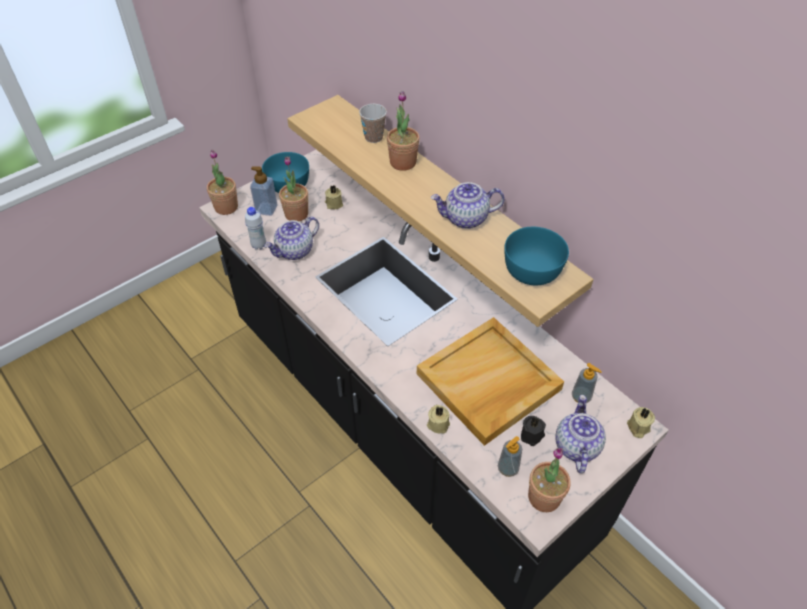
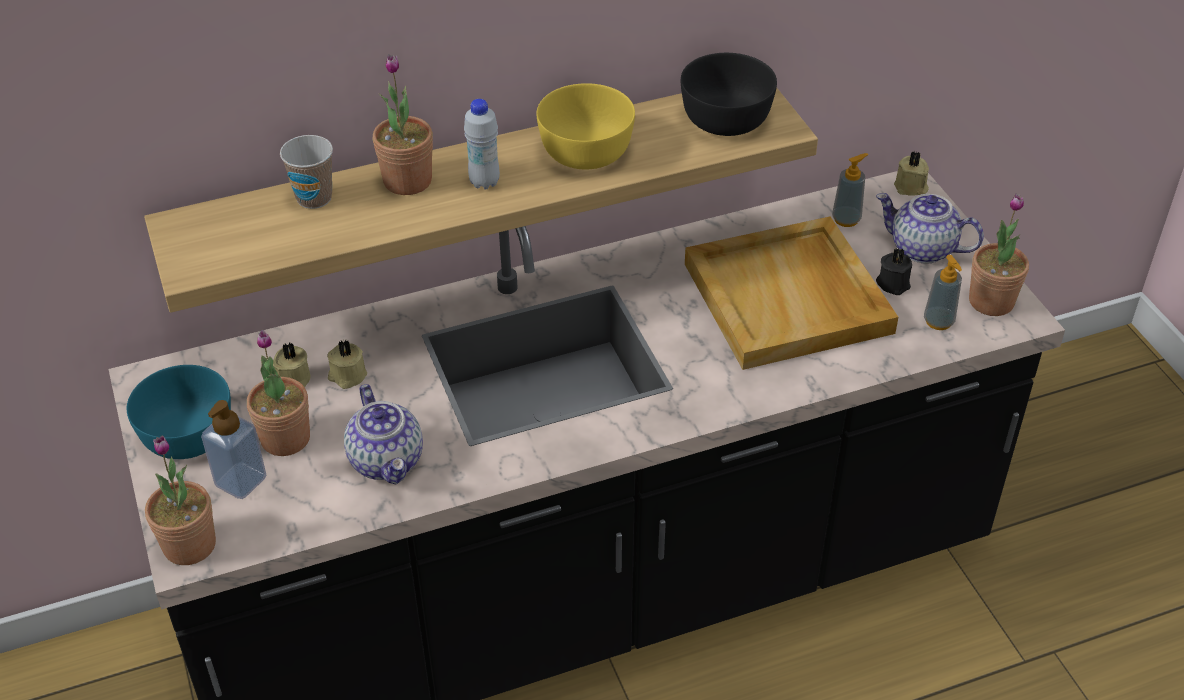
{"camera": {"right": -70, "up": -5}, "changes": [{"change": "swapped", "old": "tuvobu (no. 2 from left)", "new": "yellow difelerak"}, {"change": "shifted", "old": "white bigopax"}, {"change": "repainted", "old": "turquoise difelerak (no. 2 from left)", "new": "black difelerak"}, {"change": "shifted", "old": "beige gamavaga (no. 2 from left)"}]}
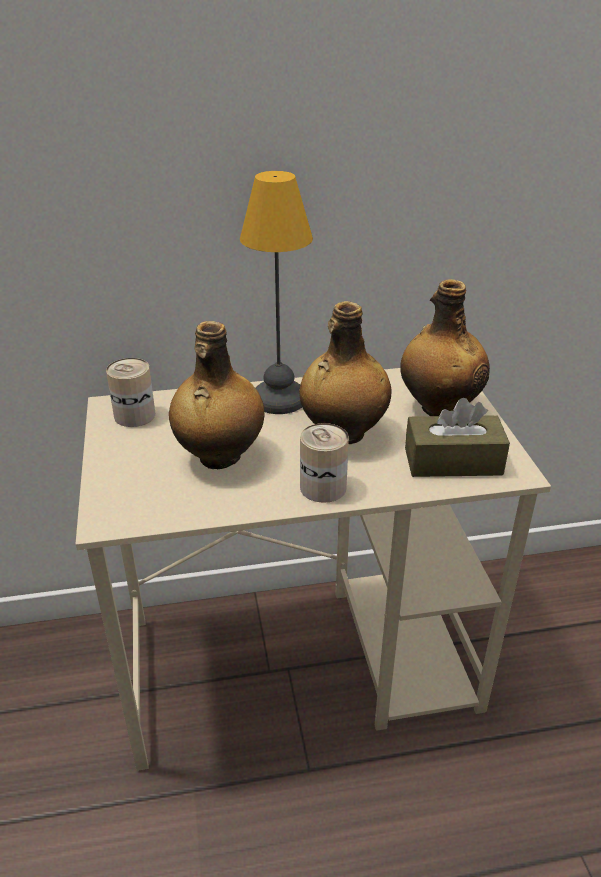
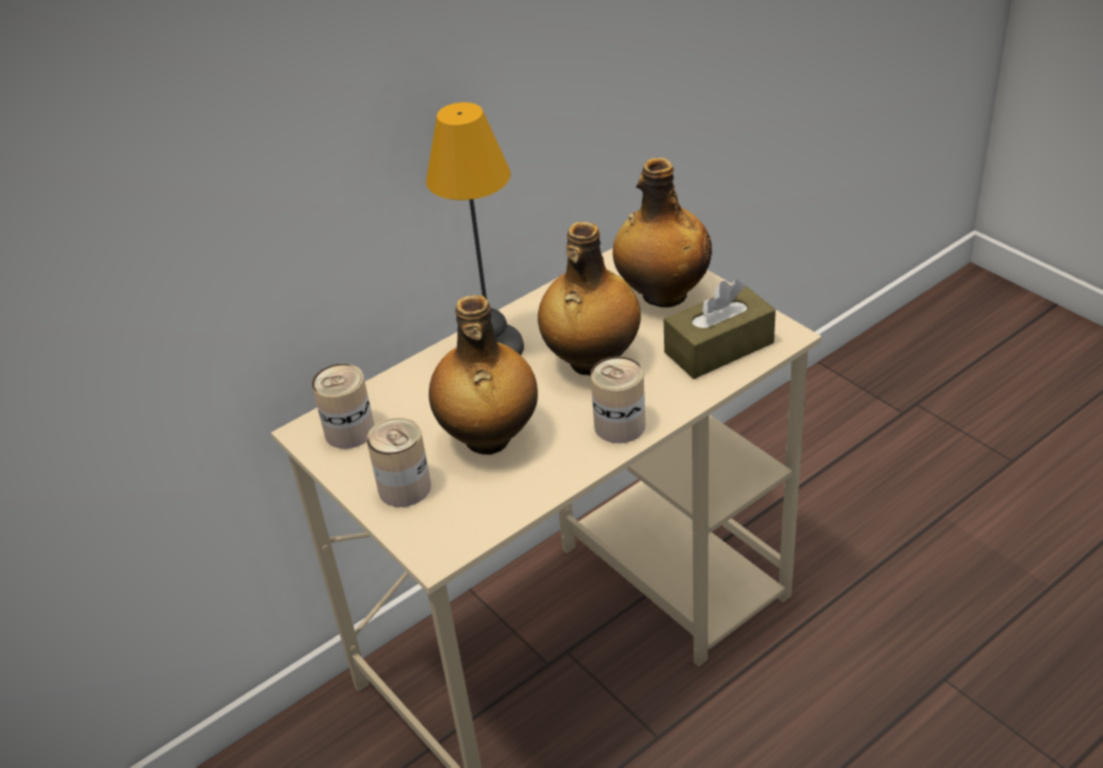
{"camera": {"right": -25, "up": 5}, "changes": [{"change": "new", "new": "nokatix (no. 2 from left)"}]}
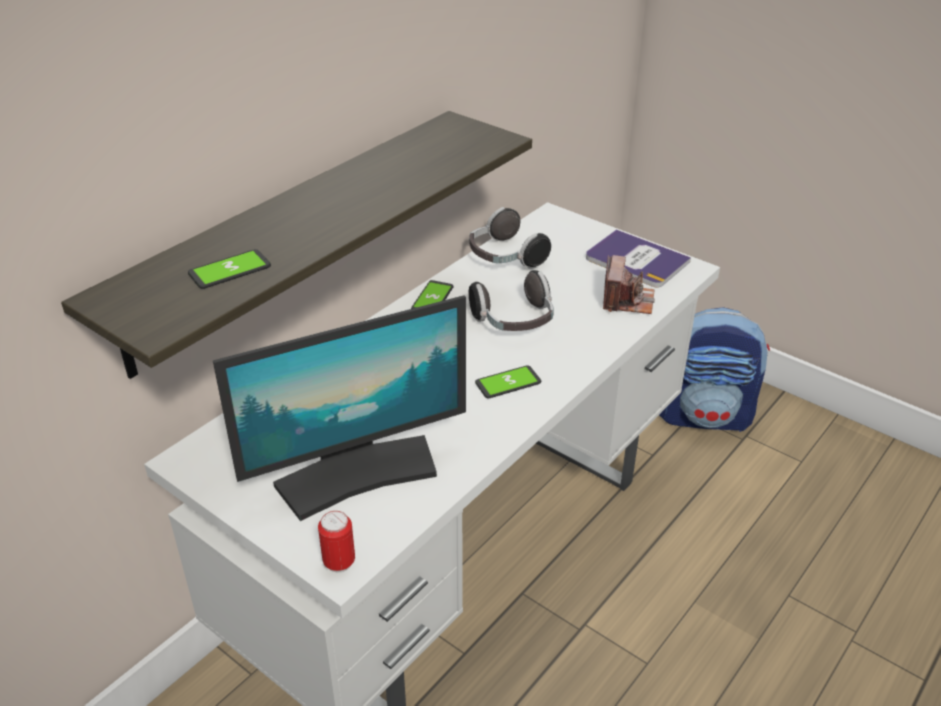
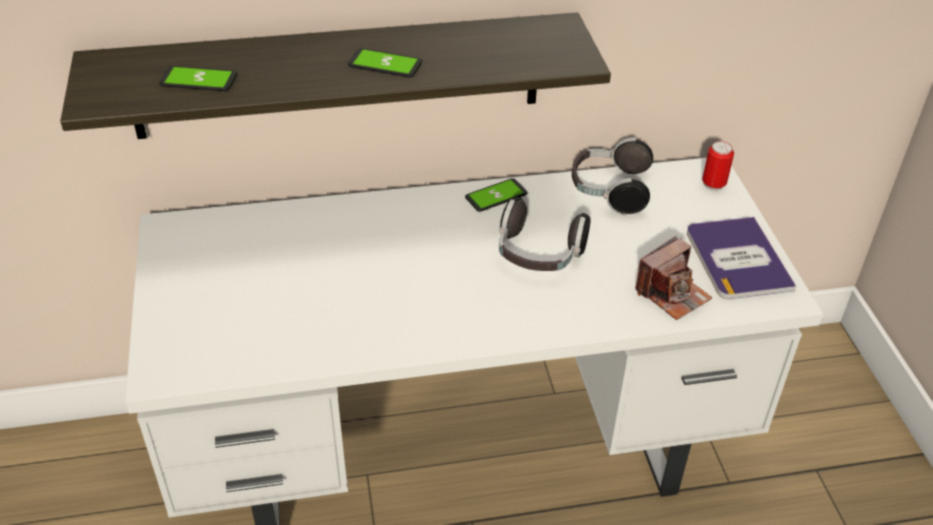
{"camera": {"right": 40, "up": 5}, "changes": [{"change": "gone", "old": "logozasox"}, {"change": "gone", "old": "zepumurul"}, {"change": "shifted", "old": "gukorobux (no. 3 from left in the first image)", "new": "gukorobux (no. 2 from left)"}, {"change": "shifted", "old": "nokatix"}]}
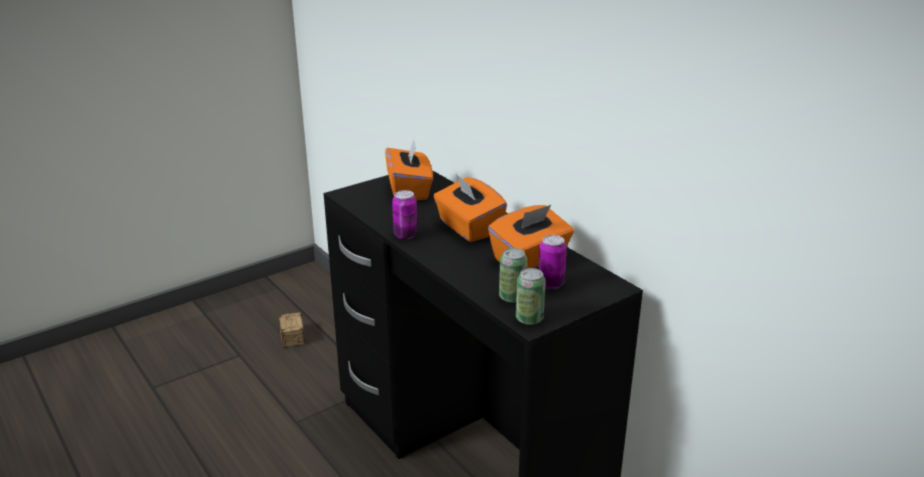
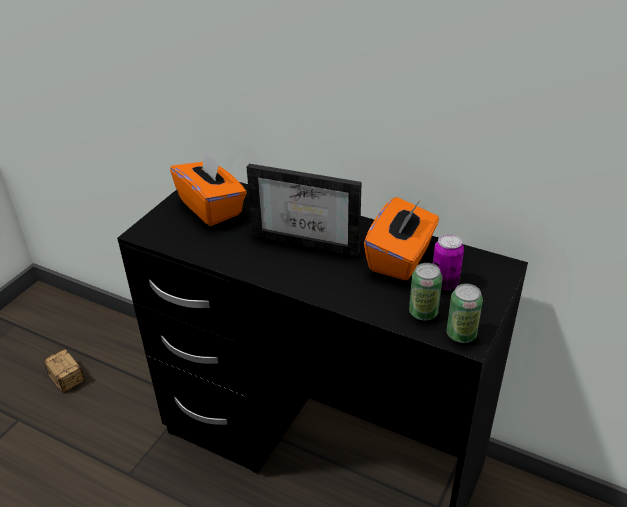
{"camera": {"right": -25, "up": 10}, "changes": [{"change": "swapped", "old": "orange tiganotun (no. 2 from left)", "new": "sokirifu"}, {"change": "gone", "old": "nokatix (no. 1 from left)"}]}
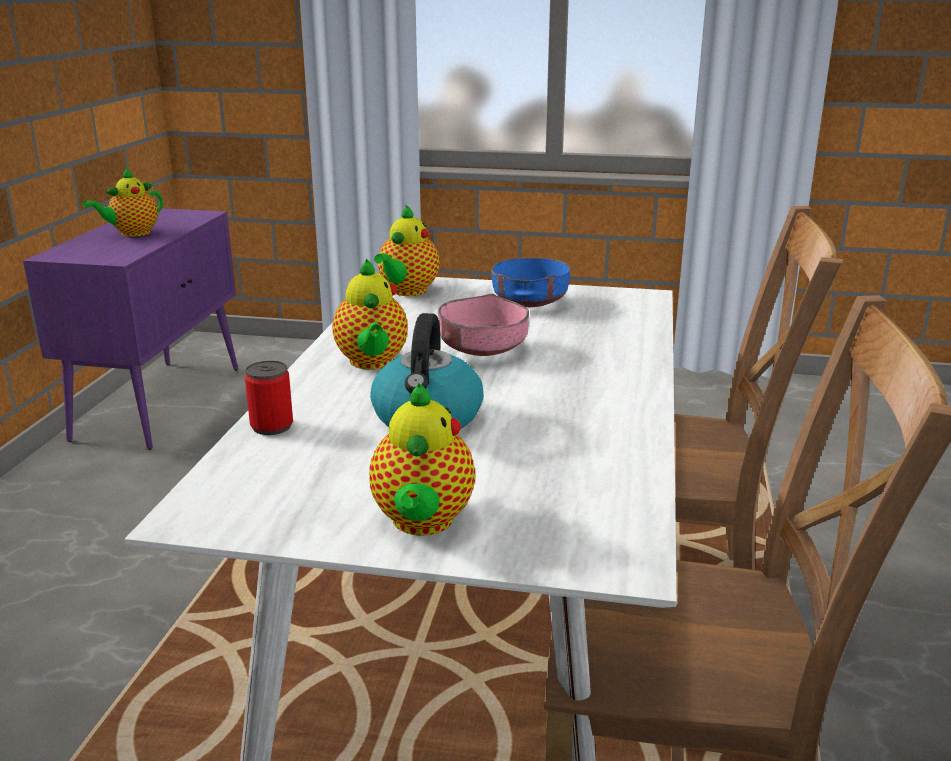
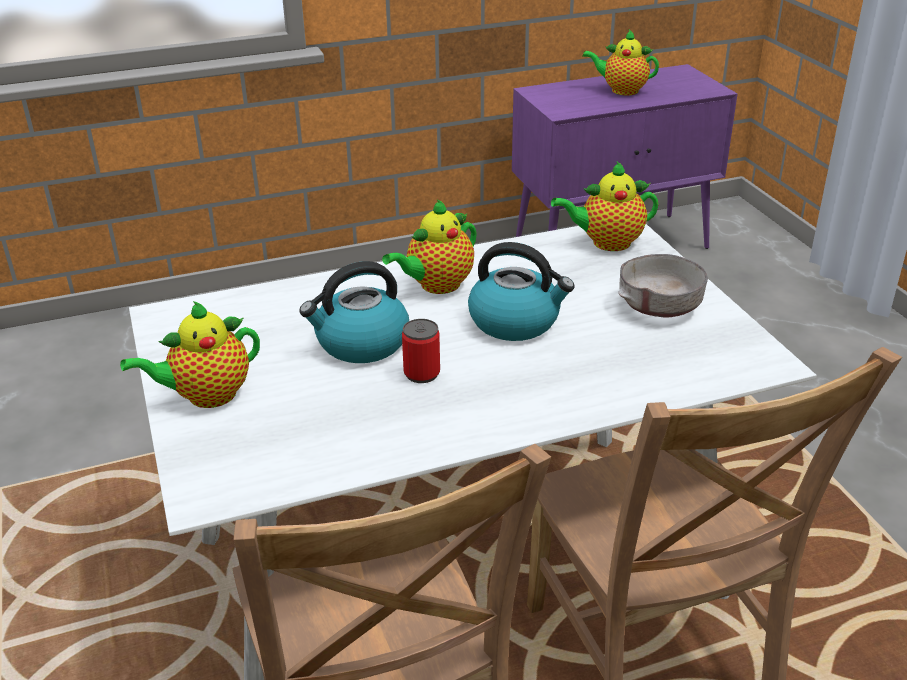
{"camera": {"right": 60, "up": 10}, "changes": [{"change": "repainted", "old": "blue difelerak", "new": "grey difelerak"}, {"change": "swapped", "old": "pink difelerak", "new": "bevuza (no. 2 from left)"}, {"change": "shifted", "old": "nokatix"}]}
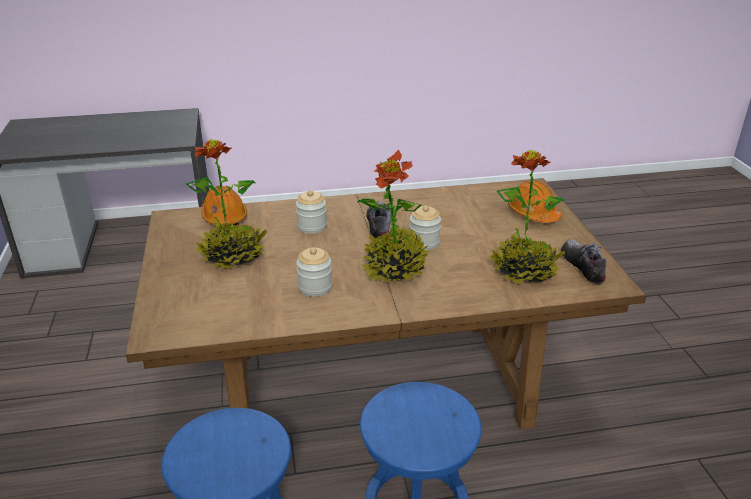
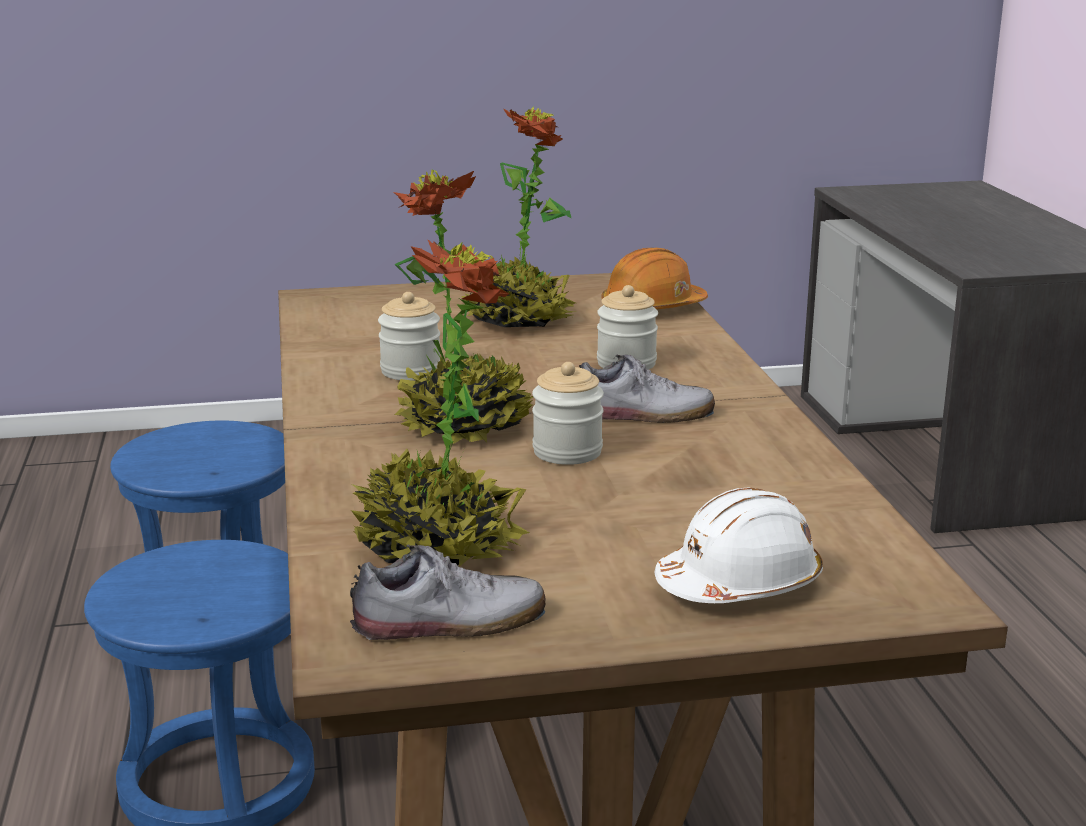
{"camera": {"right": 90, "up": -10}, "changes": [{"change": "repainted", "old": "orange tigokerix (no. 2 from left)", "new": "white tigokerix"}]}
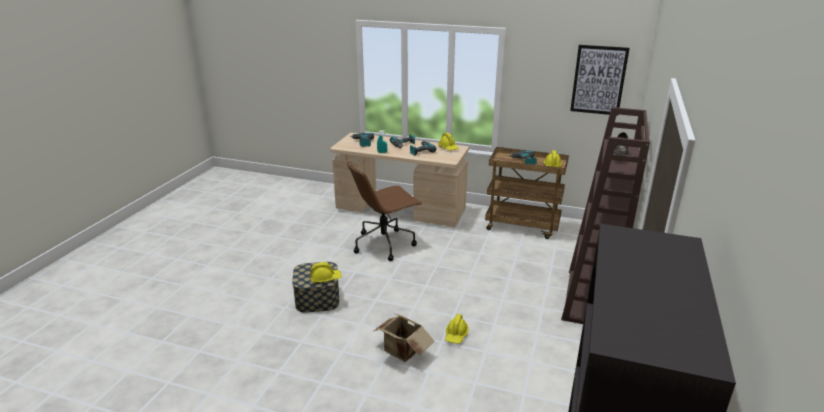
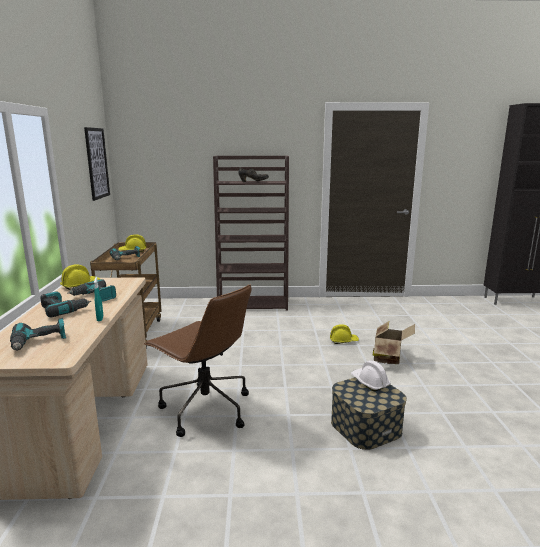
{"camera": {"right": -110, "up": -10}, "changes": [{"change": "repainted", "old": "yellow tigokerix (no. 1 from left)", "new": "white tigokerix"}]}
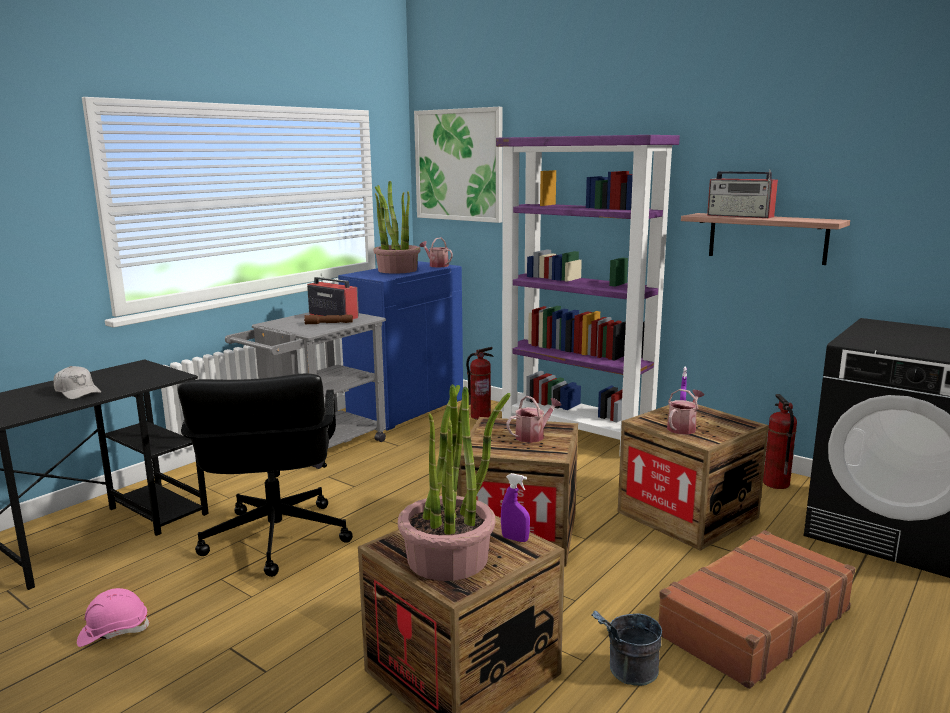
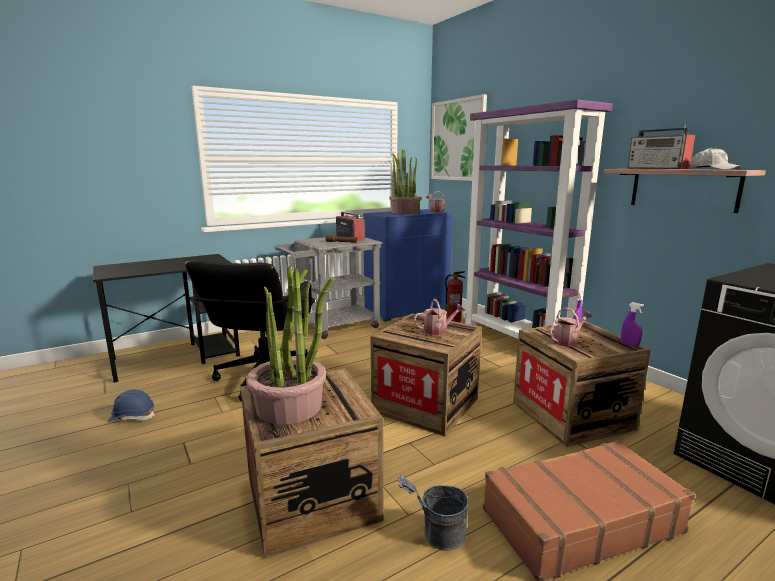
{"camera": {"right": 20, "up": 0}, "changes": [{"change": "shifted", "old": "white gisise"}, {"change": "gone", "old": "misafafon (no. 2 from left)"}, {"change": "shifted", "old": "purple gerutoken (no. 1 from left in the first image)", "new": "purple gerutoken (no. 2 from left)"}, {"change": "repainted", "old": "pink tigokerix", "new": "blue tigokerix"}]}
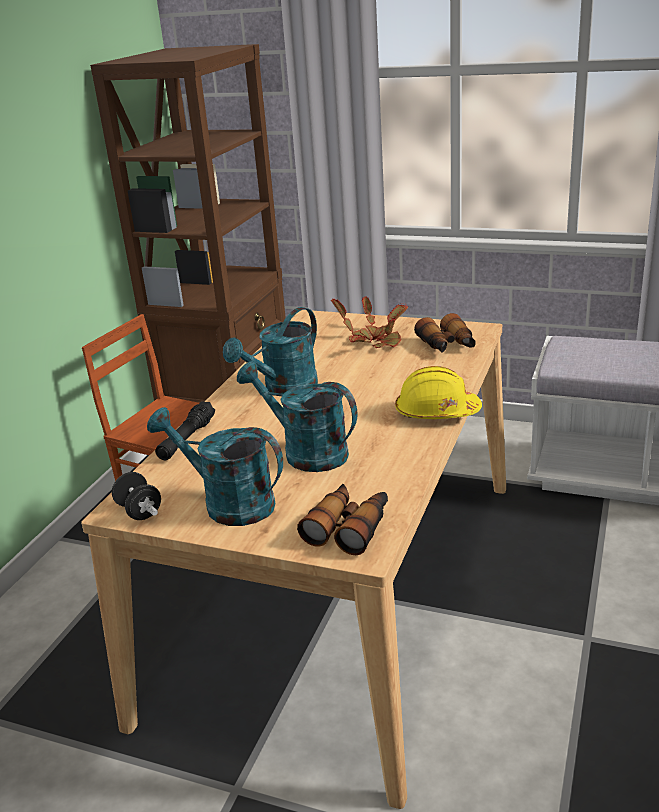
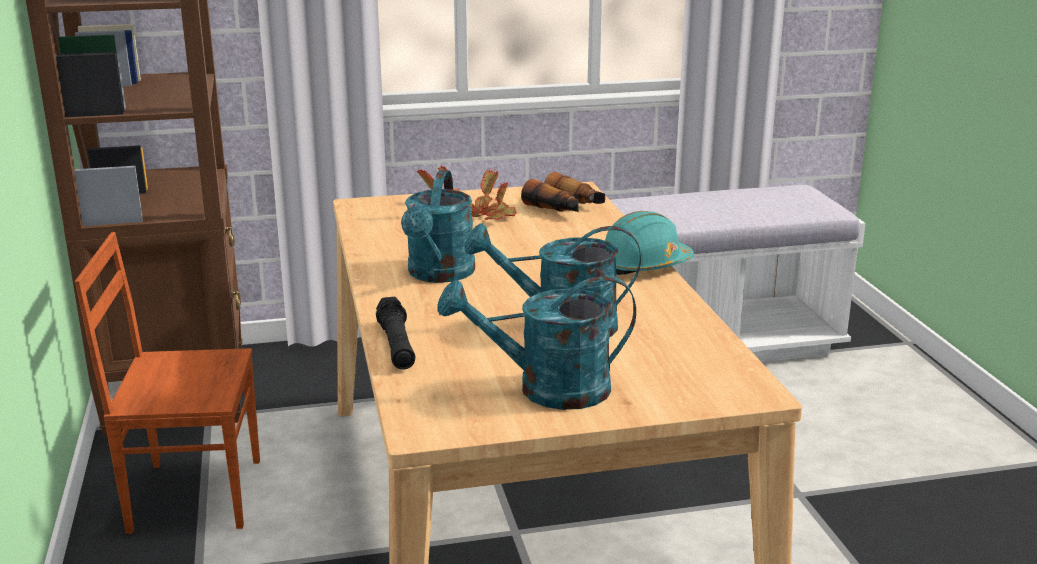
{"camera": {"right": -35, "up": -5}, "changes": [{"change": "repainted", "old": "yellow tigokerix", "new": "turquoise tigokerix"}, {"change": "gone", "old": "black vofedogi"}, {"change": "gone", "old": "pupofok (no. 1 from left)"}]}
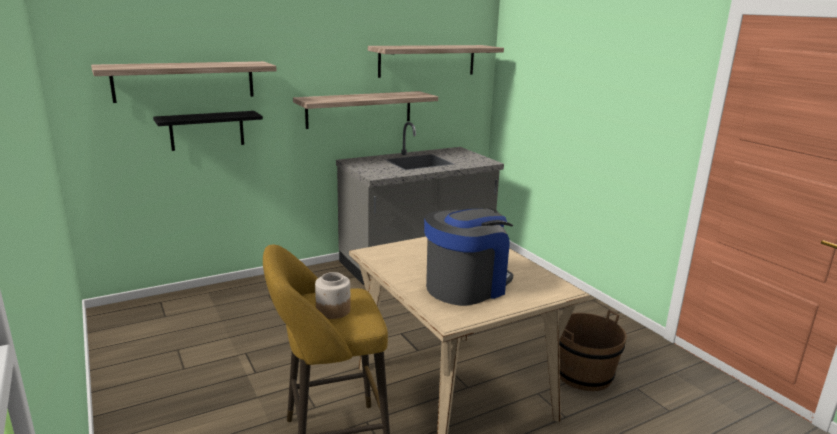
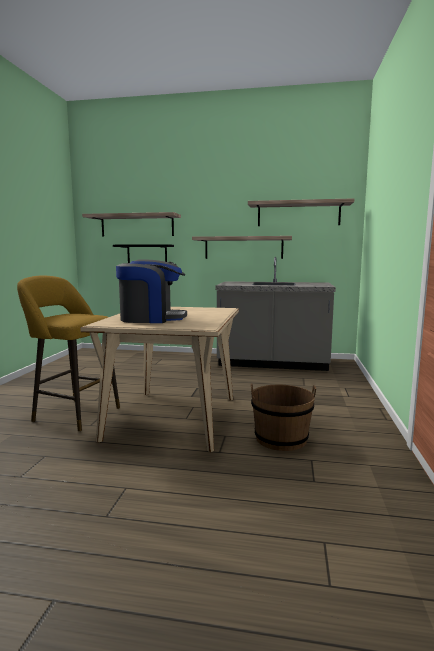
{"camera": {"right": 40, "up": -10}, "changes": [{"change": "gone", "old": "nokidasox"}]}
